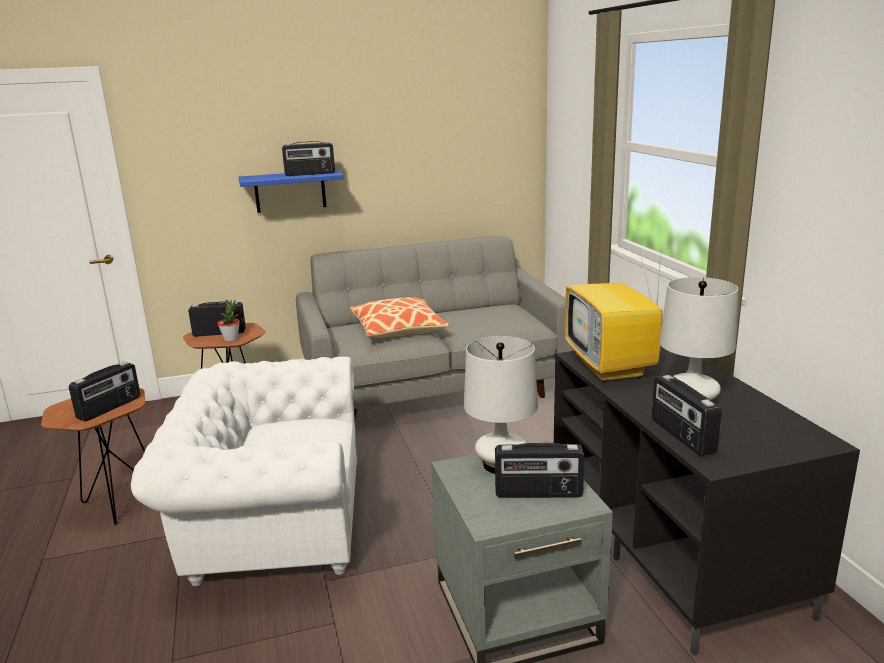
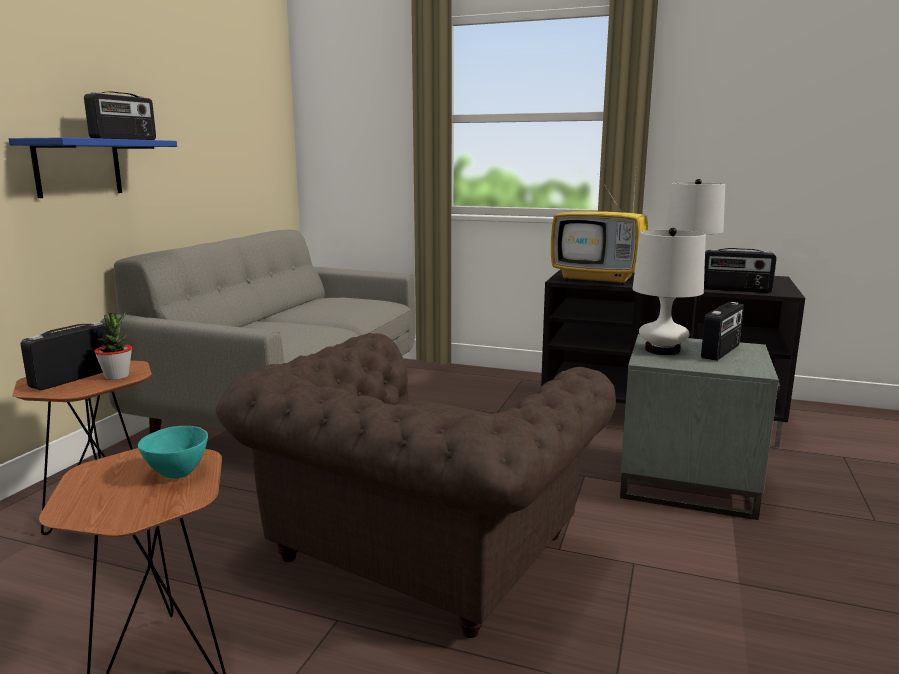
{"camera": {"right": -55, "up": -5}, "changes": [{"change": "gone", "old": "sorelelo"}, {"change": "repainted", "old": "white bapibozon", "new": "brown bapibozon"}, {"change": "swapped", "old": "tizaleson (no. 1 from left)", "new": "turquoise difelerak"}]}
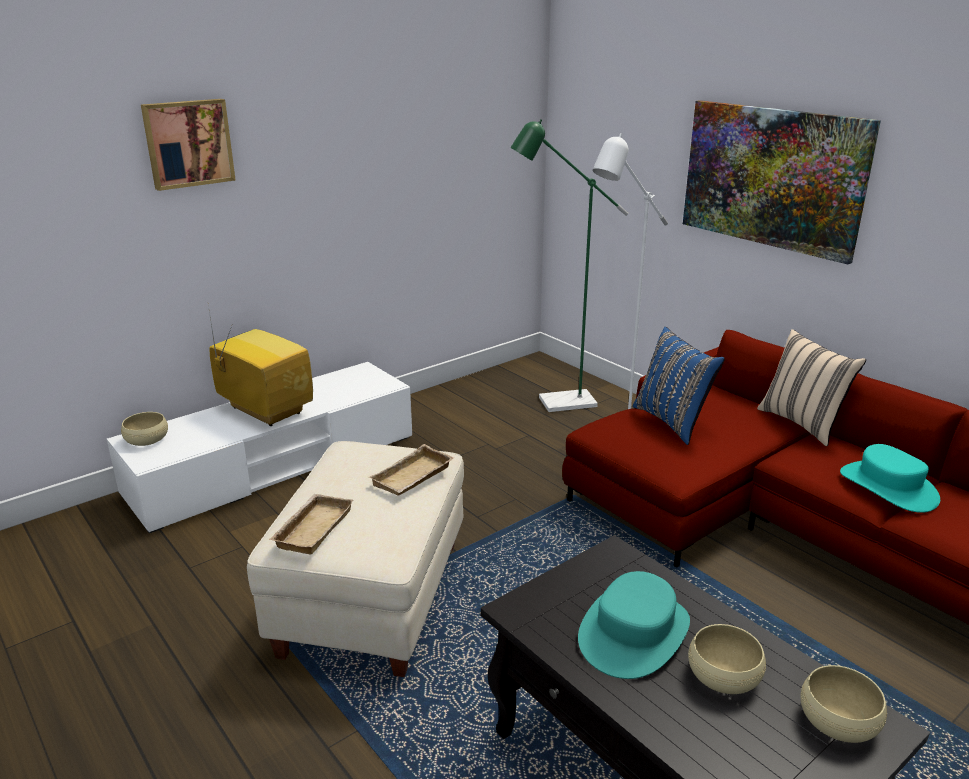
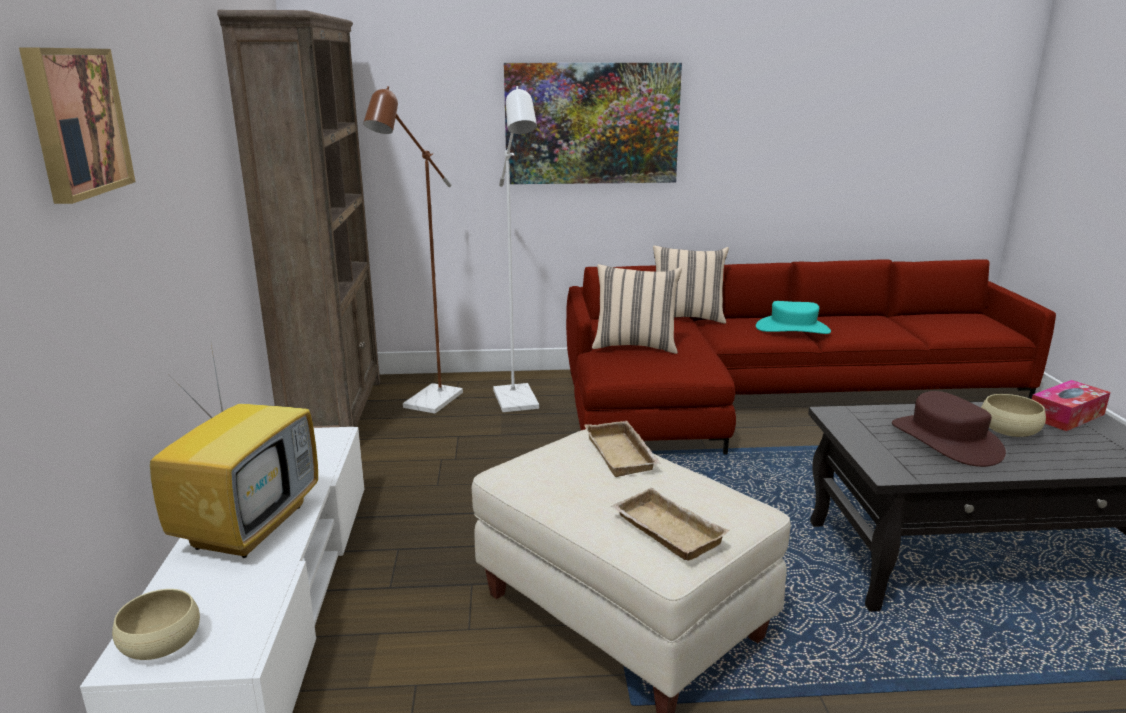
{"camera": {"right": -55, "up": -5}, "changes": [{"change": "repainted", "old": "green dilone", "new": "brown dilone"}, {"change": "rotated", "old": "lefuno", "degrees": 120}, {"change": "repainted", "old": "blue sorelelo", "new": "beige sorelelo (no. 1 from left)"}, {"change": "repainted", "old": "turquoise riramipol (no. 1 from left)", "new": "brown riramipol"}, {"change": "swapped", "old": "beige difelerak (no. 3 from left)", "new": "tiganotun"}, {"change": "new", "new": "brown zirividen"}]}
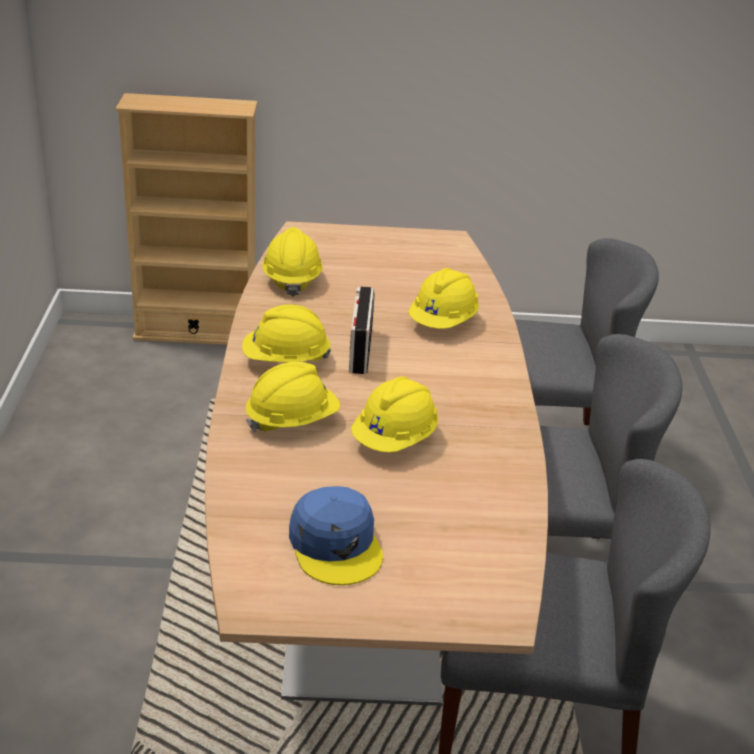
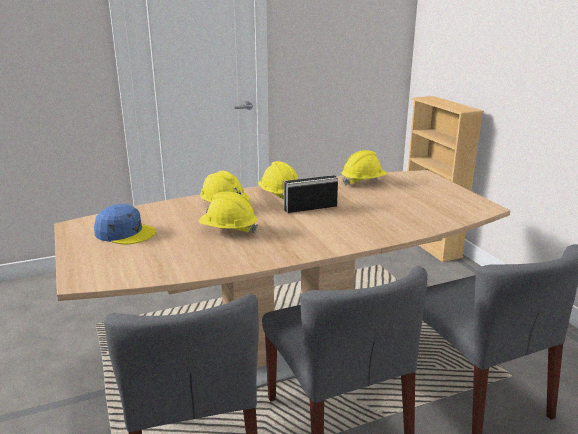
{"camera": {"right": 70, "up": -10}, "changes": [{"change": "gone", "old": "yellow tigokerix (no. 5 from left)"}, {"change": "rotated", "old": "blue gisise", "degrees": -120}]}
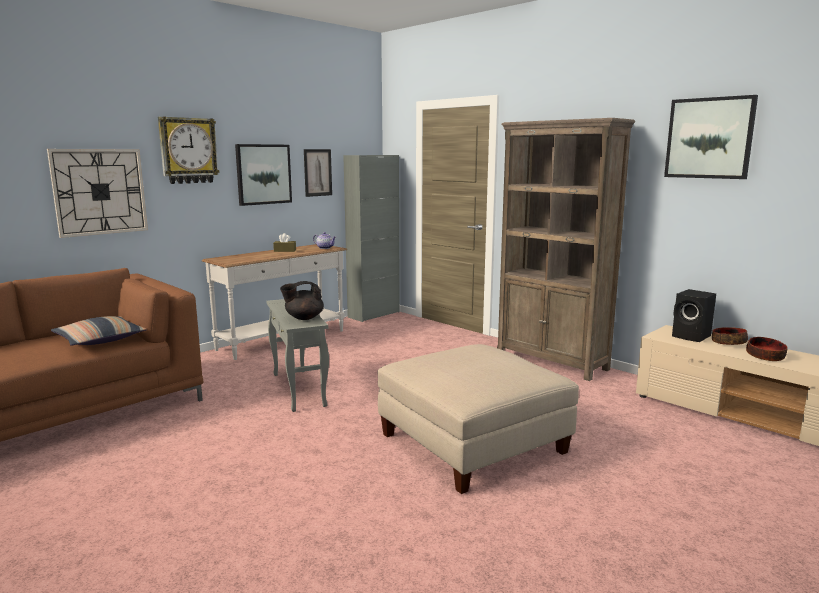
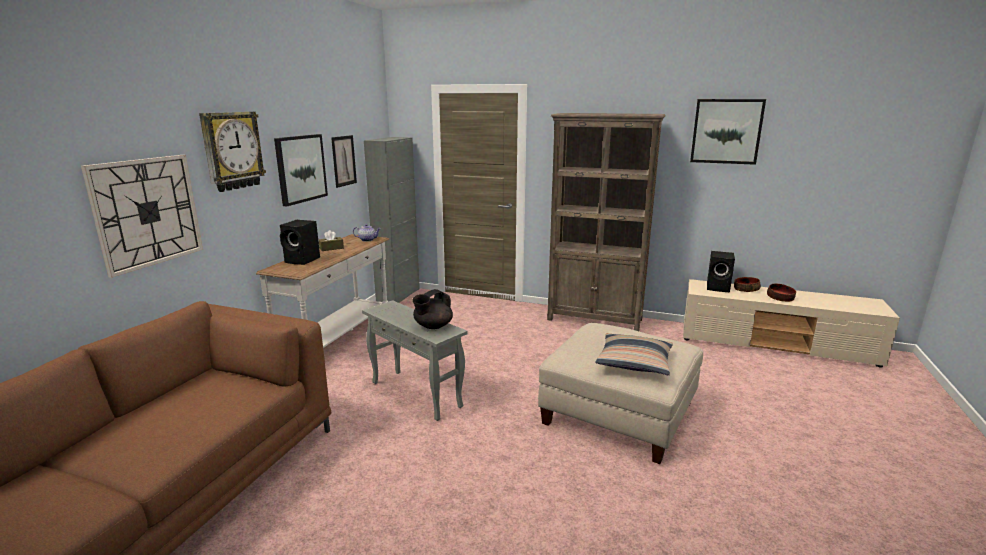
{"camera": {"right": -25, "up": 5}, "changes": [{"change": "shifted", "old": "sorelelo"}, {"change": "new", "new": "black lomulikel (no. 1 from left)"}]}
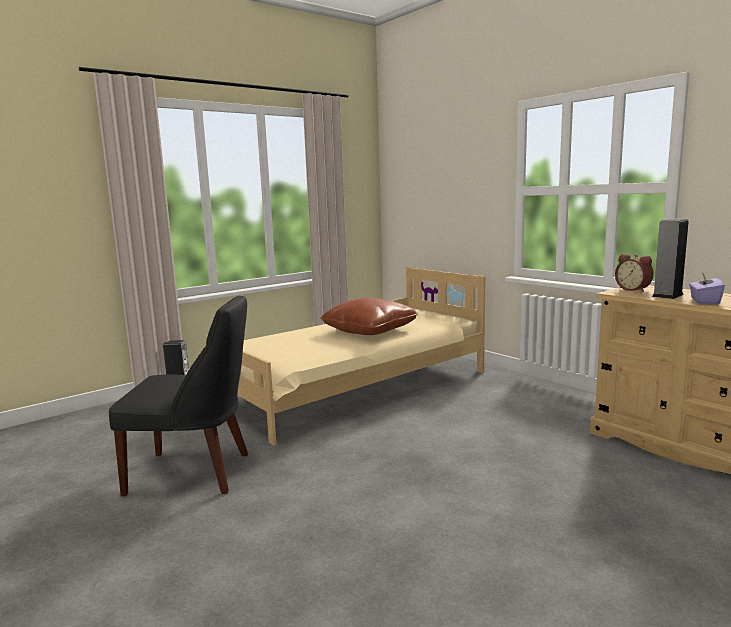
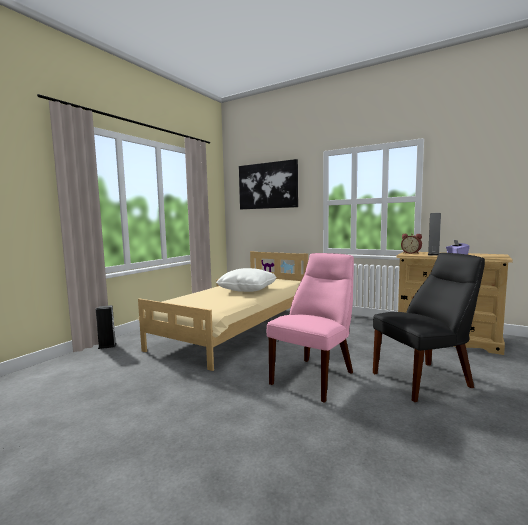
{"camera": {"right": -20, "up": -5}, "changes": [{"change": "shifted", "old": "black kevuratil"}, {"change": "repainted", "old": "brown sorelelo", "new": "white sorelelo"}, {"change": "new", "new": "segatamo"}, {"change": "new", "new": "pink kevuratil"}]}
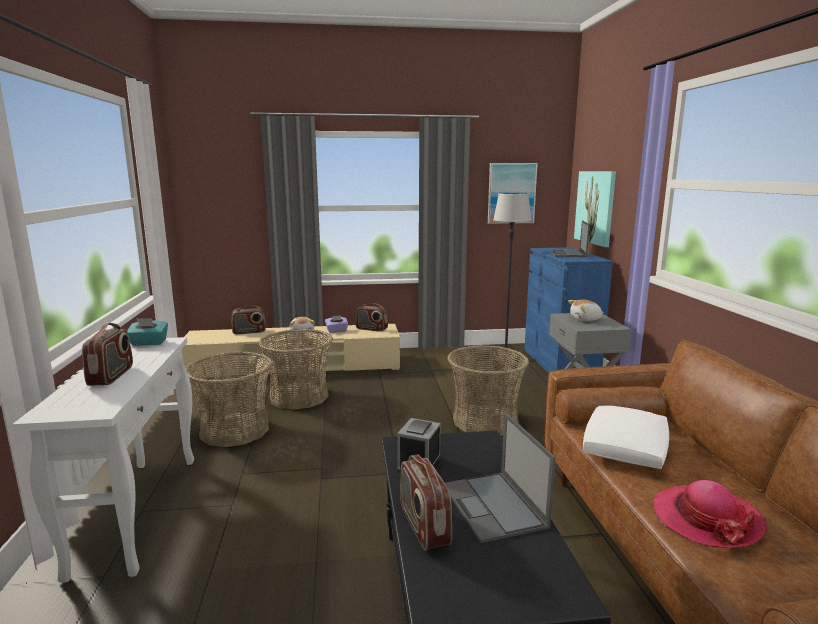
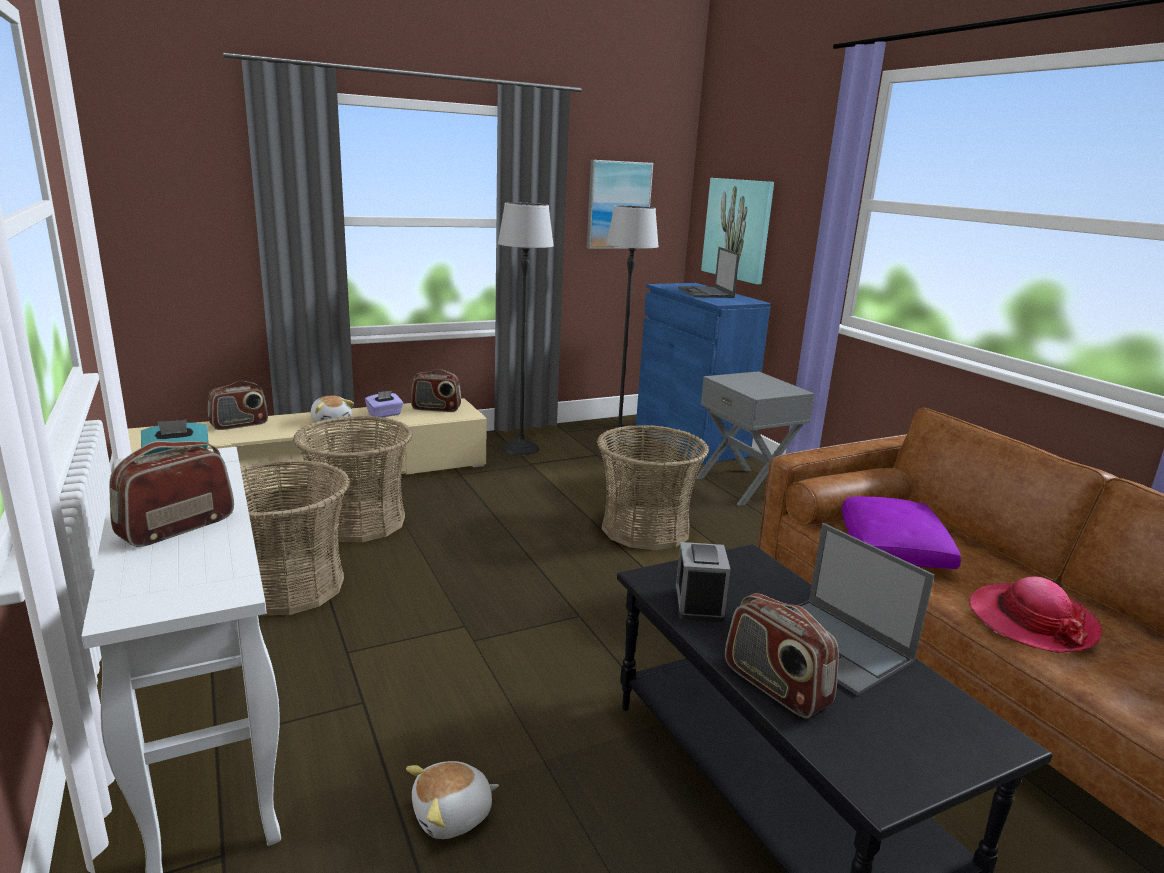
{"camera": {"right": -20, "up": 5}, "changes": [{"change": "shifted", "old": "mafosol (no. 2 from left)"}, {"change": "rotated", "old": "tizaleson (no. 1 from left)", "degrees": -120}, {"change": "repainted", "old": "white sorelelo", "new": "purple sorelelo"}, {"change": "new", "new": "dilone (no. 1 from left)"}]}
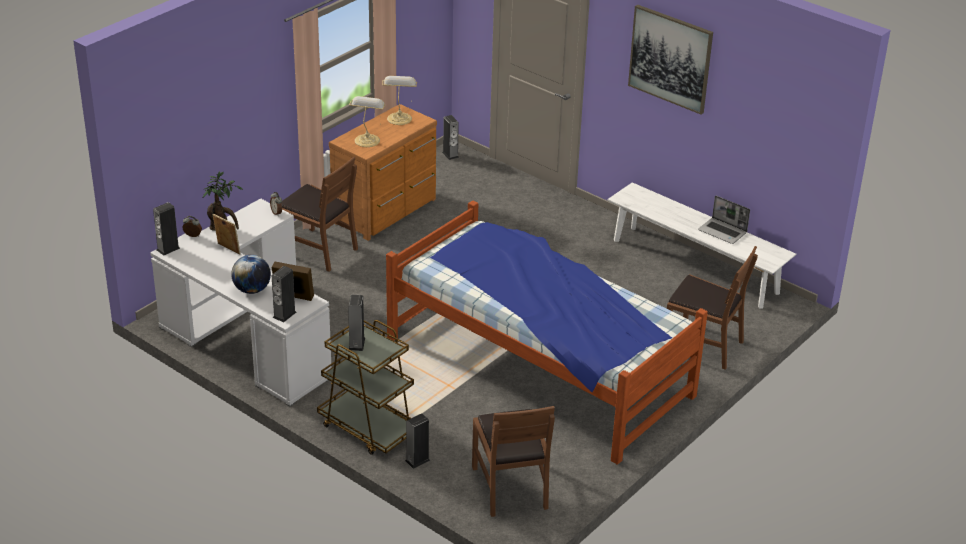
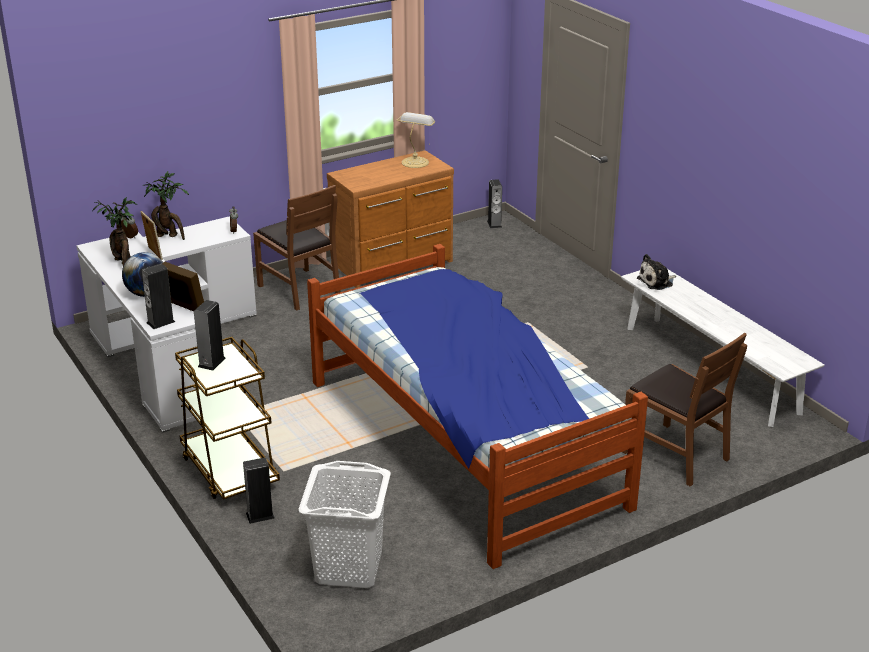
{"camera": {"right": 20, "up": -5}, "changes": [{"change": "gone", "old": "segatamo"}, {"change": "gone", "old": "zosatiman (no. 1 from left)"}, {"change": "gone", "old": "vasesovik"}, {"change": "gone", "old": "lomulikel (no. 1 from left)"}, {"change": "swapped", "old": "brown kevuratil (no. 2 from left)", "new": "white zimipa"}, {"change": "new", "new": "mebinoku (no. 1 from left)"}, {"change": "new", "new": "mafosol"}]}
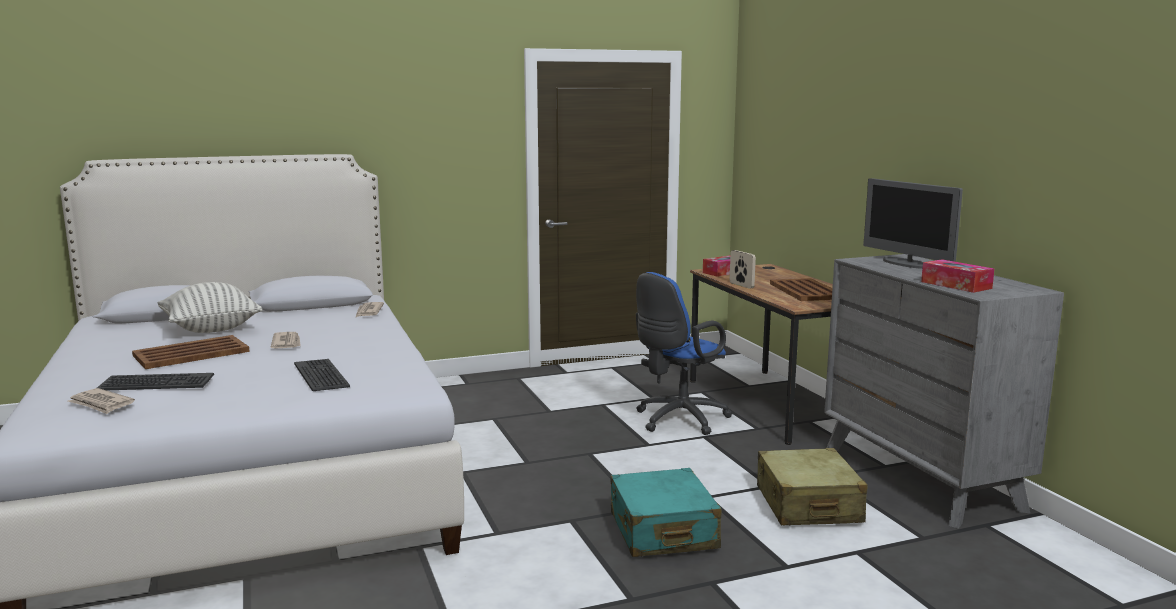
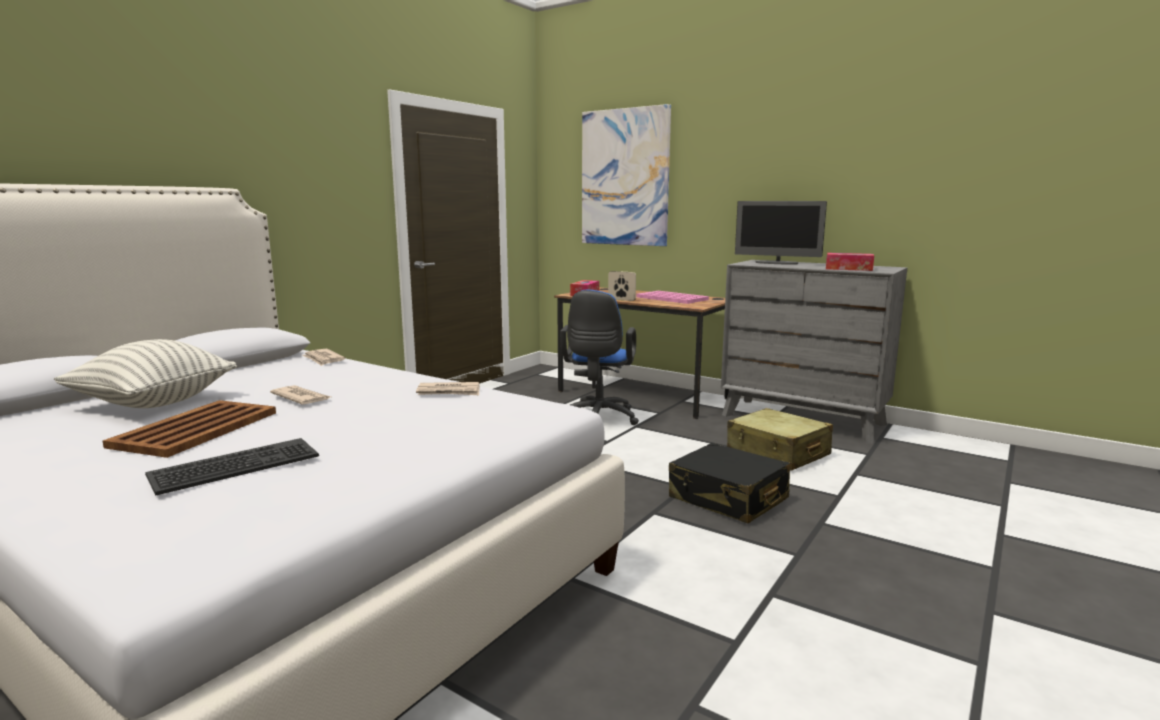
{"camera": {"right": -35, "up": 0}, "changes": [{"change": "repainted", "old": "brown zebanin (no. 2 from left)", "new": "pink zebanin"}, {"change": "gone", "old": "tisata (no. 2 from left)"}, {"change": "shifted", "old": "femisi (no. 1 from left in the first image)", "new": "femisi (no. 3 from left)"}, {"change": "repainted", "old": "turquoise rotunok", "new": "black rotunok"}, {"change": "new", "new": "segatamo"}]}
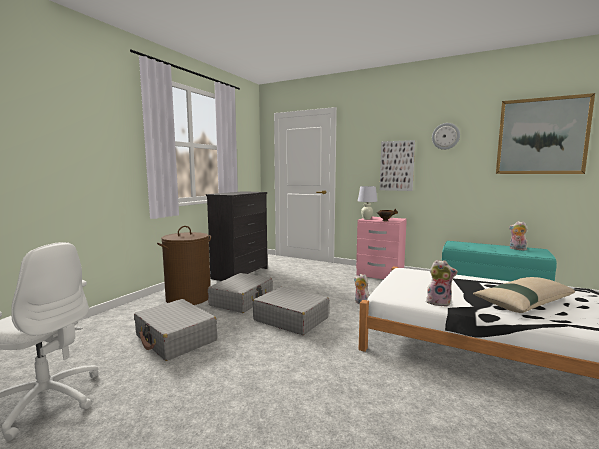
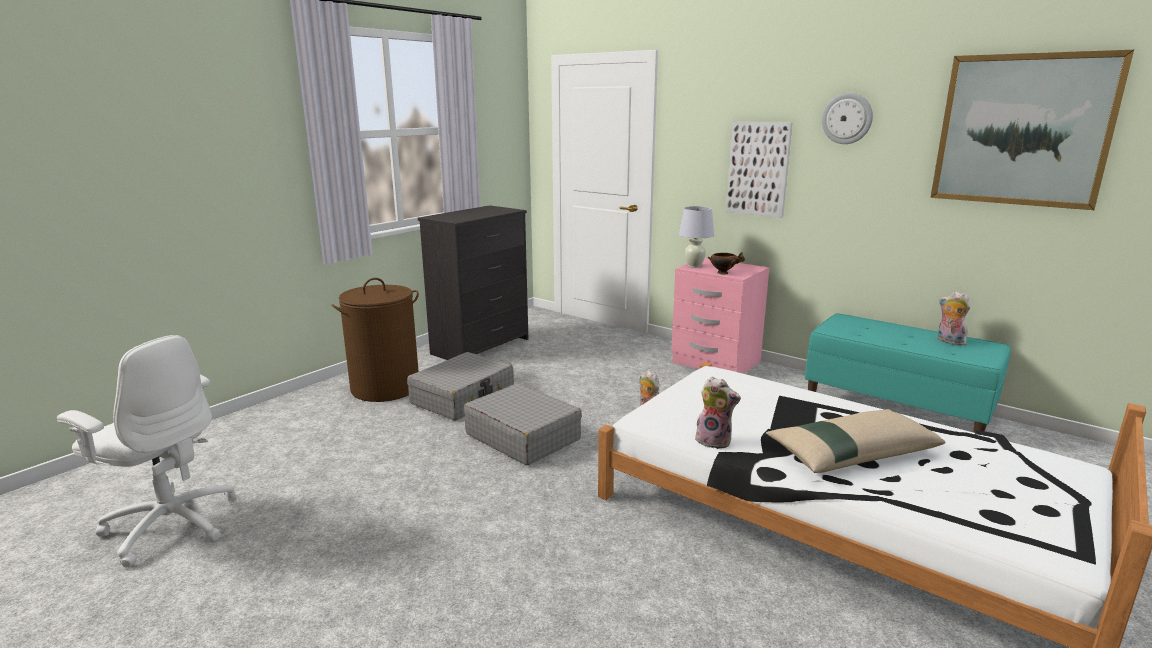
{"camera": {"right": 10, "up": 10}, "changes": [{"change": "gone", "old": "grey rotunok (no. 1 from left)"}]}
